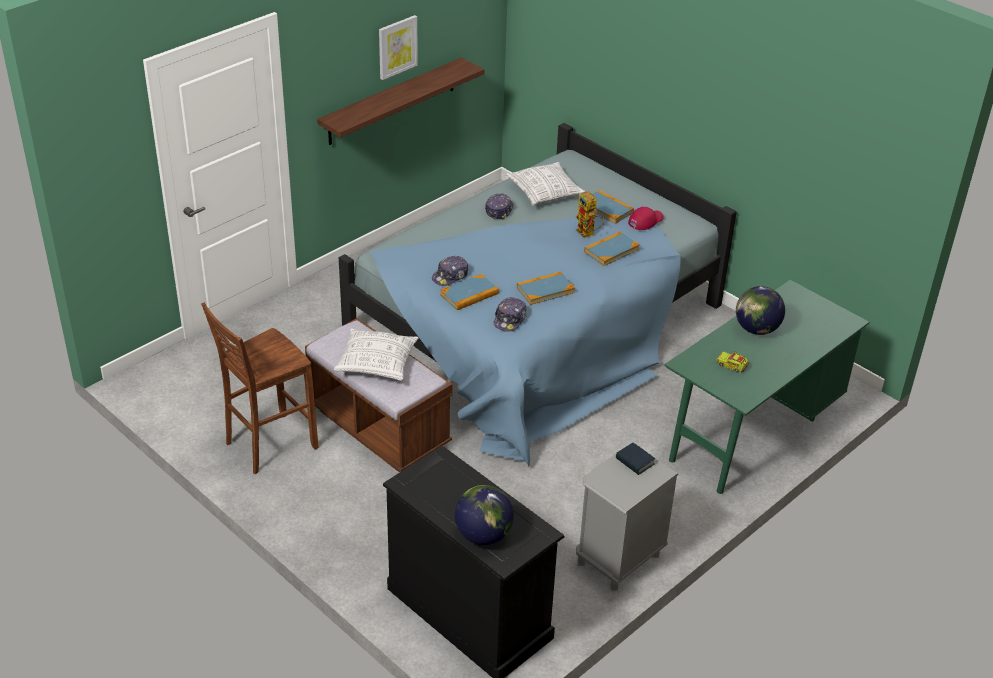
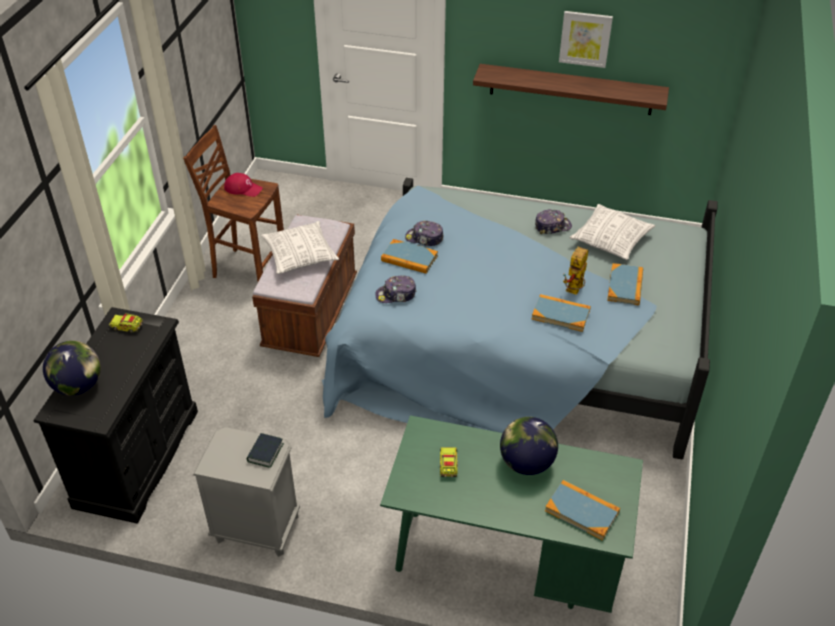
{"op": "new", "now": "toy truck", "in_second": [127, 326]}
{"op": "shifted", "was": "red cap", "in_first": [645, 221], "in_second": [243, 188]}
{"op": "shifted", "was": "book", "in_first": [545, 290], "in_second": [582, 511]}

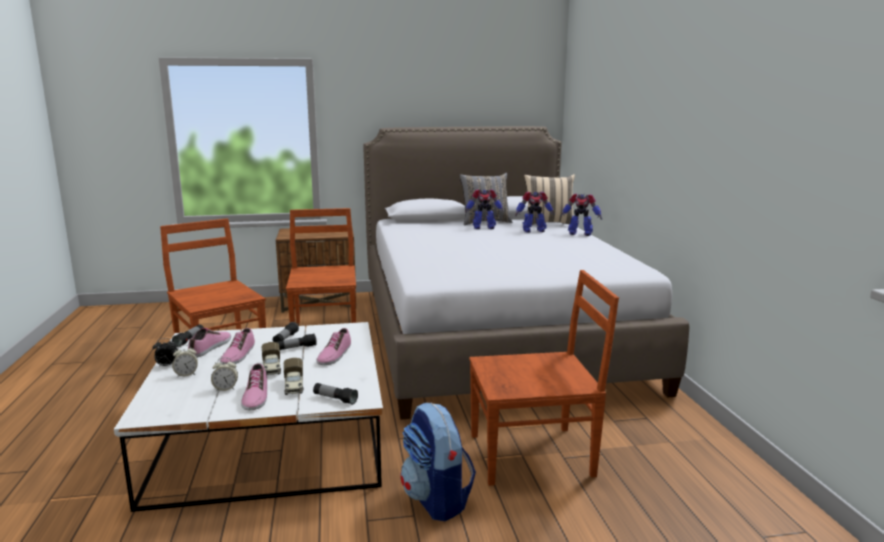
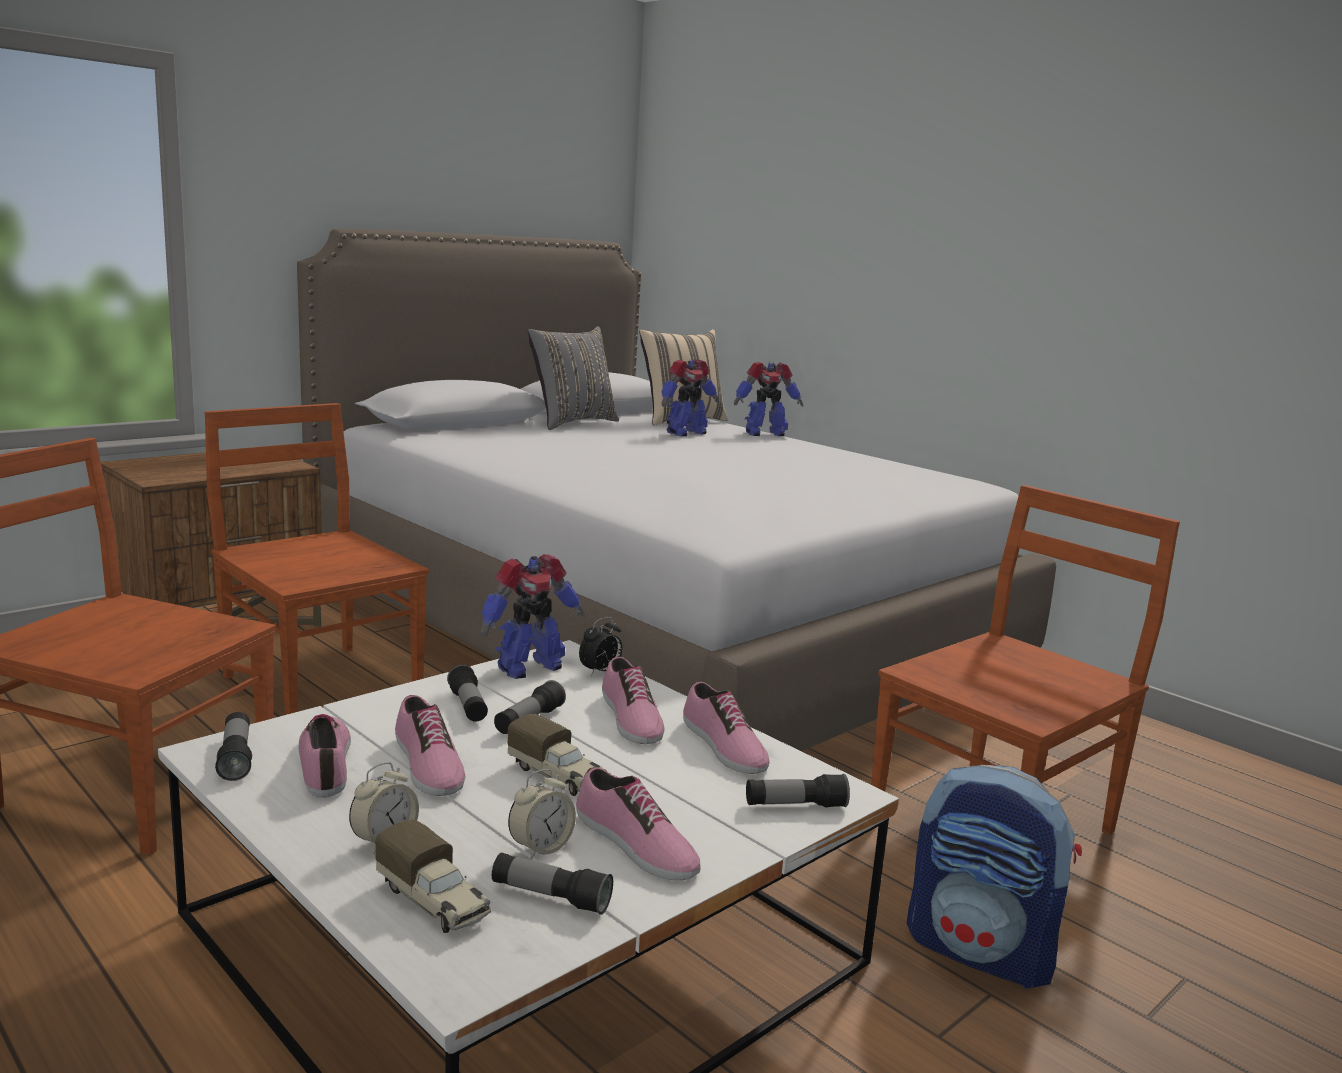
{"op": "shifted", "was": "toy truck", "in_first": [294, 386], "in_second": [434, 902]}
{"op": "shifted", "was": "toy robot", "in_first": [483, 227], "in_second": [528, 667]}
{"op": "new", "now": "flashlight", "in_second": [550, 897]}
{"op": "shifted", "was": "alarm clock", "in_first": [167, 366], "in_second": [600, 672]}
{"op": "new", "now": "shoe", "in_second": [723, 746]}

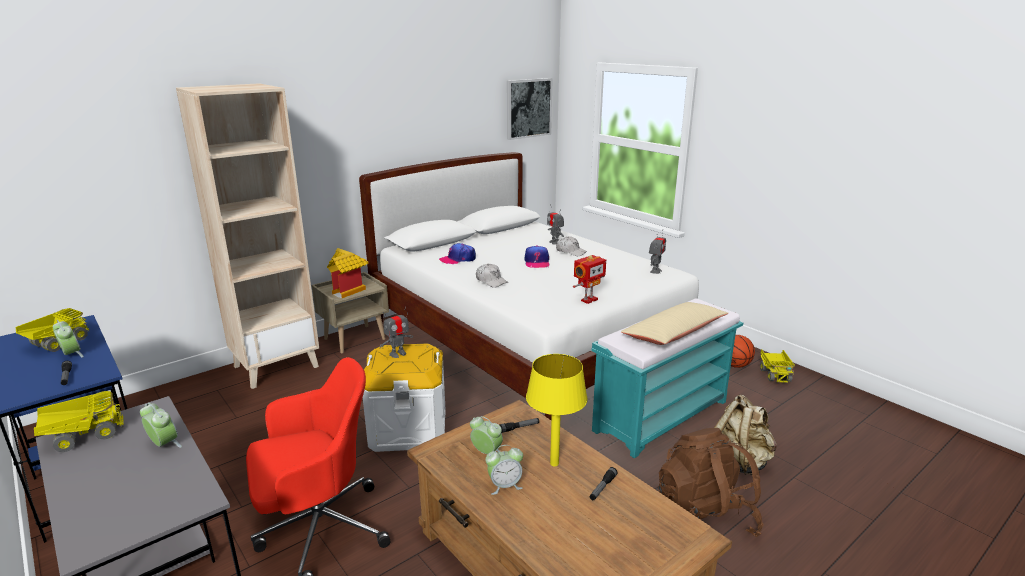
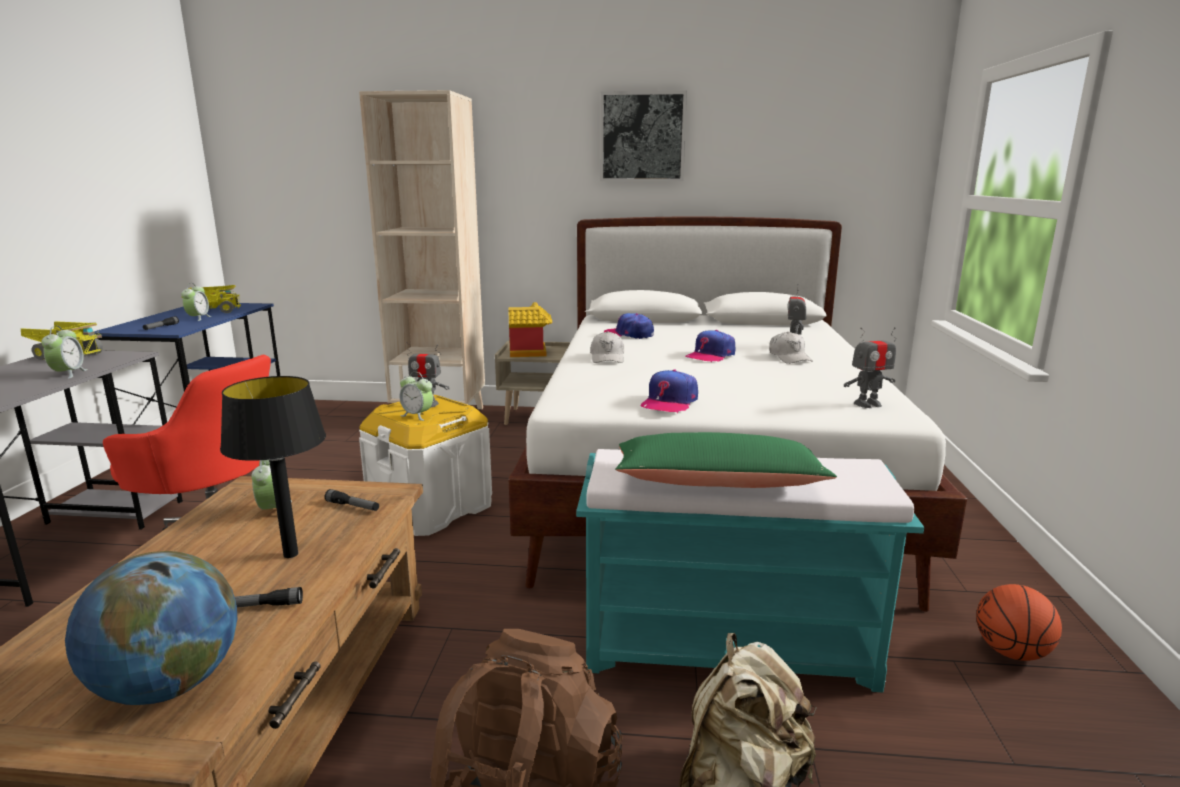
{"op": "new", "now": "globe", "in_second": [169, 685]}
{"op": "repainted", "was": "yellow table lamp", "now": "black table lamp", "in_first": [554, 463], "in_second": [290, 554]}
{"op": "shifted", "was": "alarm clock", "in_first": [504, 485], "in_second": [417, 415]}
{"op": "shifted", "was": "picture", "in_first": [528, 108], "in_second": [642, 137]}
{"op": "repainted", "was": "beige pillow", "now": "green pillow", "in_first": [674, 333], "in_second": [717, 482]}
{"op": "swapped", "was": "toy robot", "now": "cap", "in_first": [588, 300], "in_second": [669, 402]}
{"op": "gone", "was": "toy truck", "in_first": [775, 374]}

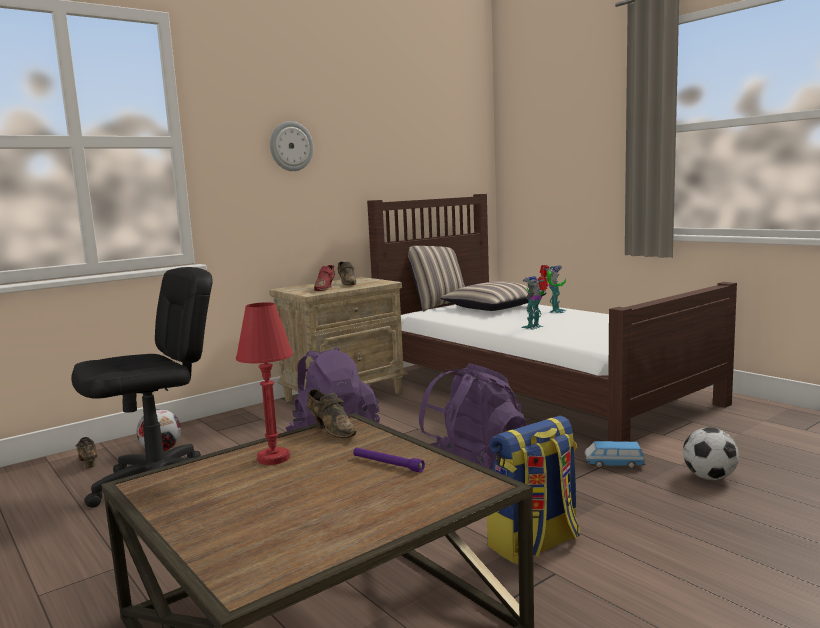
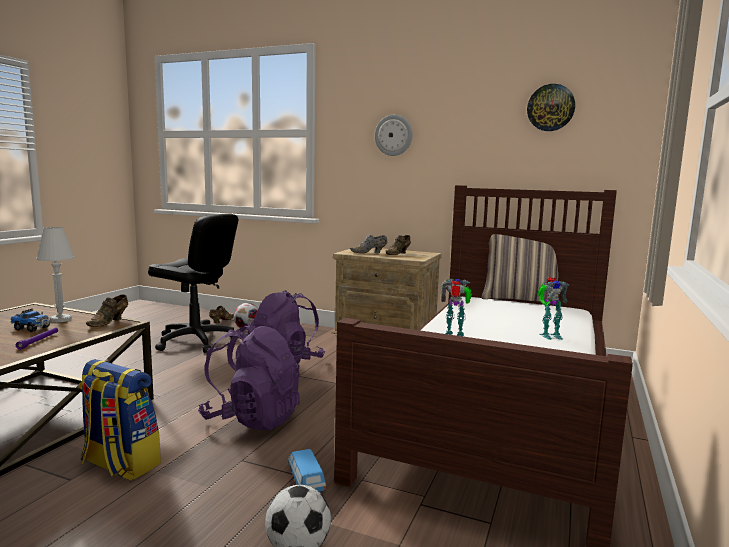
{"op": "new", "now": "toy truck", "in_second": [31, 328]}
{"op": "repainted", "was": "red table lamp", "now": "white table lamp", "in_first": [273, 458], "in_second": [60, 320]}
{"op": "repainted", "was": "red shoe", "now": "grey shoe", "in_first": [325, 288], "in_second": [370, 253]}
{"op": "new", "now": "wall clock", "in_second": [550, 107]}
{"op": "gone", "was": "pillow", "in_first": [493, 307]}

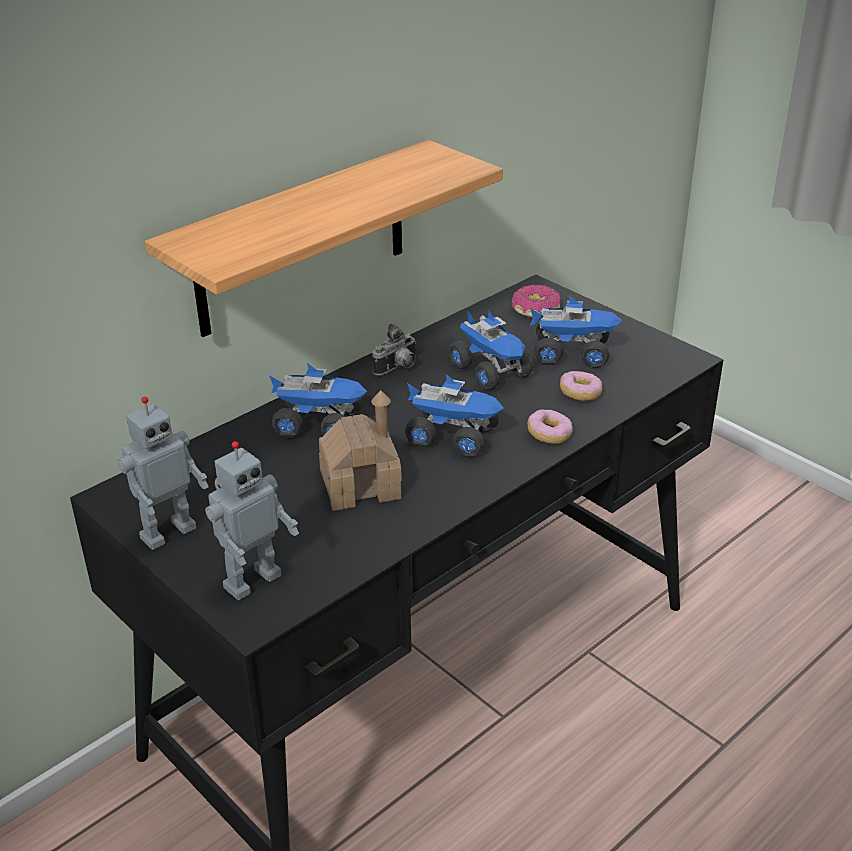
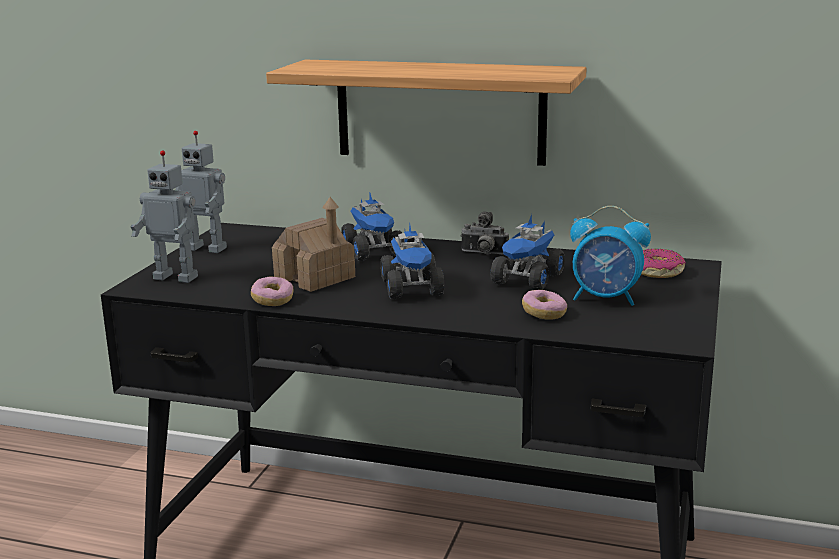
{"op": "shifted", "was": "donut", "in_first": [549, 435], "in_second": [272, 300]}
{"op": "swapped", "was": "toy truck", "now": "alarm clock", "in_first": [572, 354], "in_second": [606, 299]}

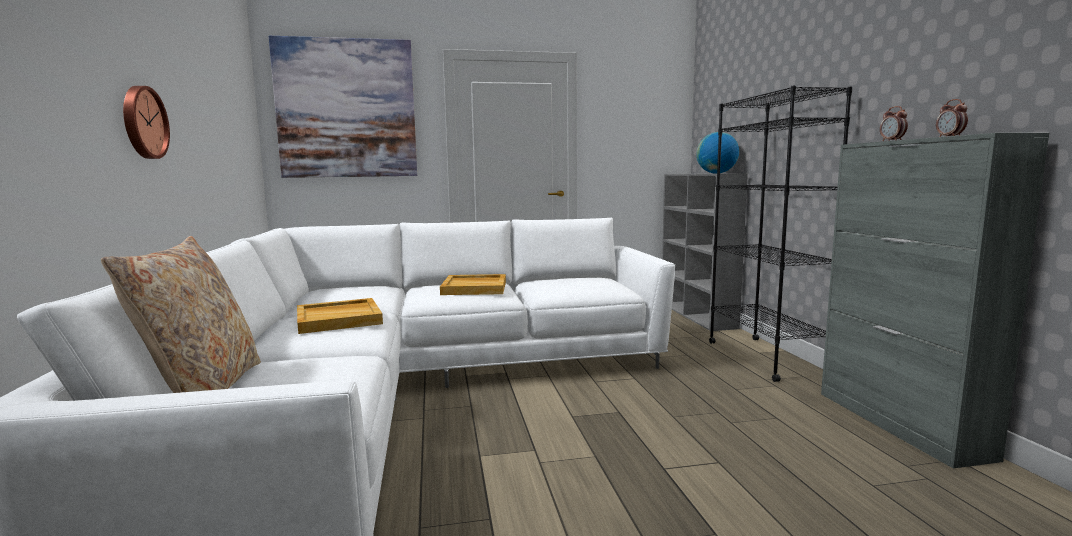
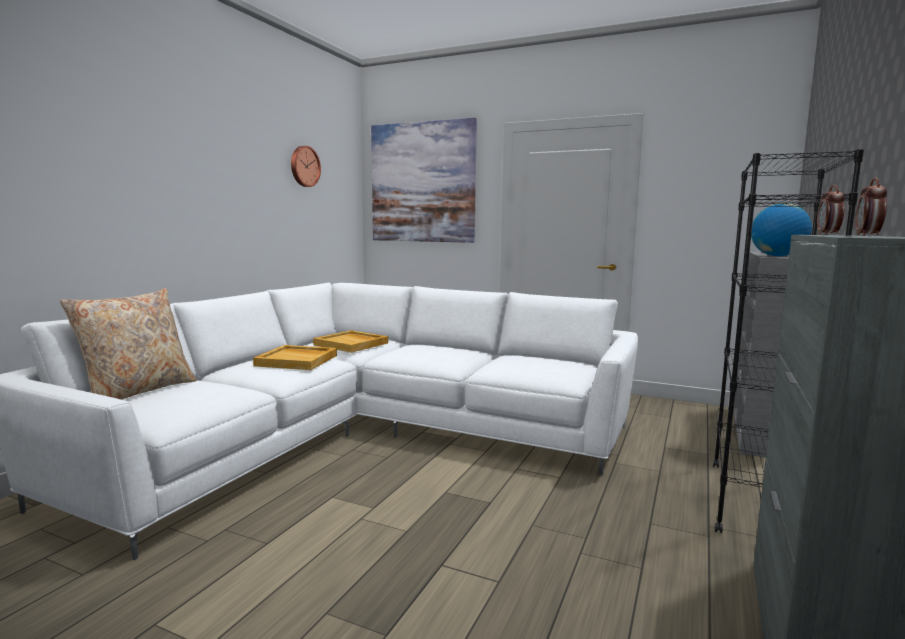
{"op": "shifted", "was": "wall clock", "in_first": [143, 122], "in_second": [304, 166]}
{"op": "shifted", "was": "beige tray", "in_first": [475, 288], "in_second": [352, 344]}

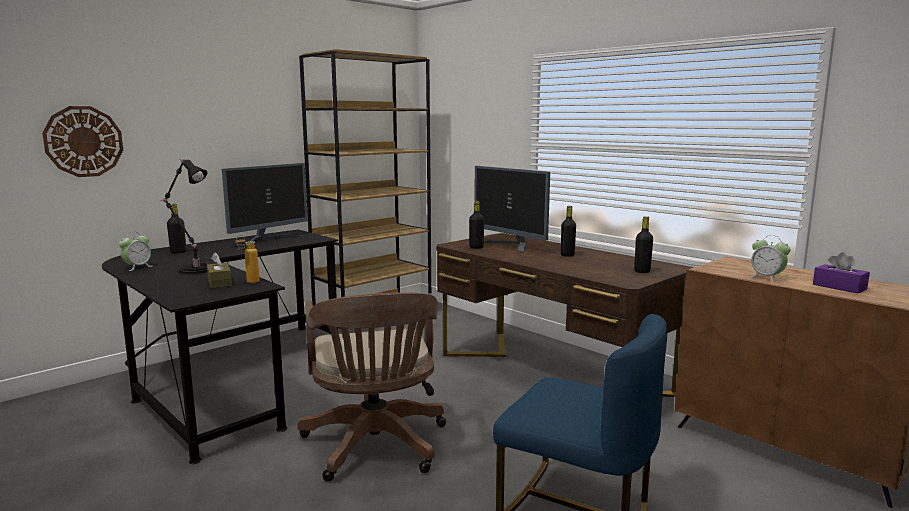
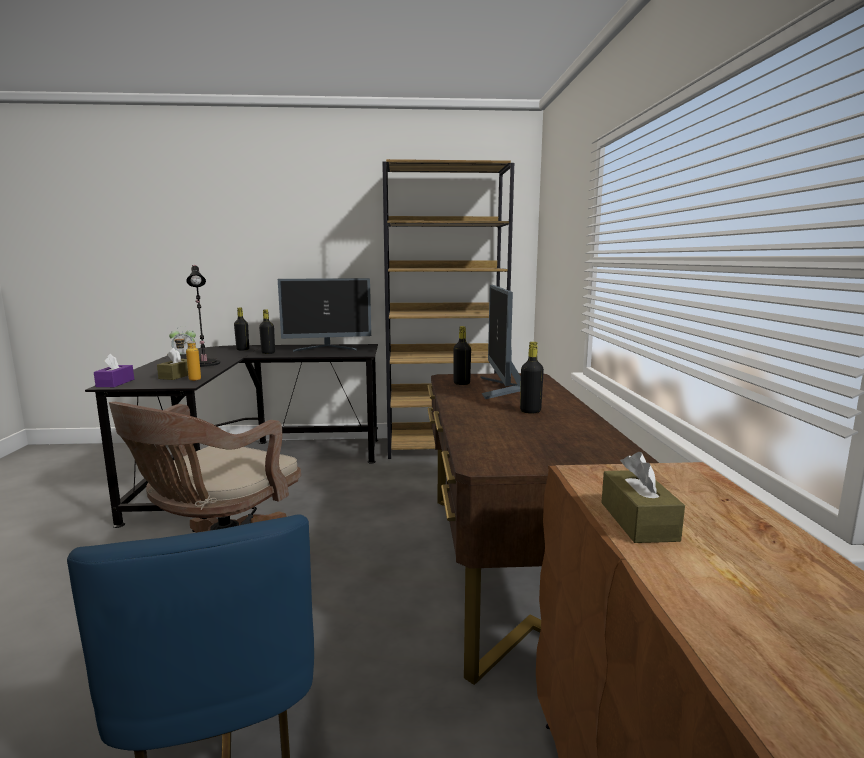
{"op": "shifted", "was": "purple tissue box", "in_first": [839, 287], "in_second": [115, 383]}
{"op": "shifted", "was": "black bottle", "in_first": [642, 271], "in_second": [268, 353]}
{"op": "swapped", "was": "alarm clock", "now": "brown tissue box", "in_first": [767, 278], "in_second": [638, 521]}
{"op": "gone", "was": "wall clock", "in_first": [84, 141]}

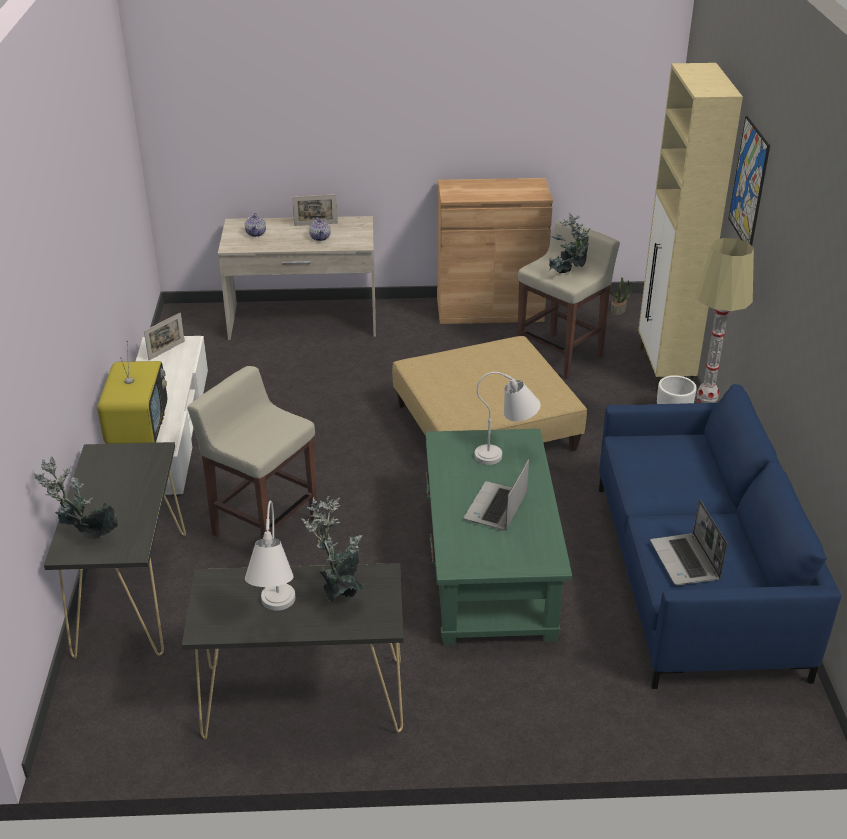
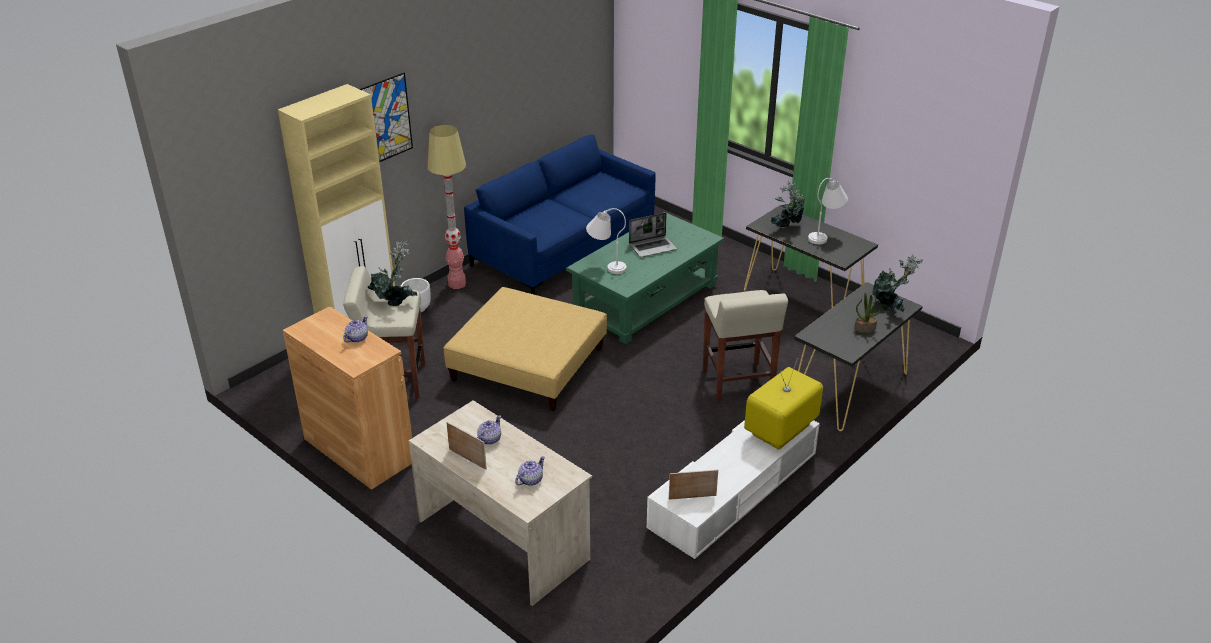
{"op": "new", "now": "teapot", "in_second": [357, 338]}
{"op": "shifted", "was": "potted plant", "in_first": [618, 311], "in_second": [865, 328]}
{"op": "gone", "was": "laptop", "in_first": [686, 561]}

